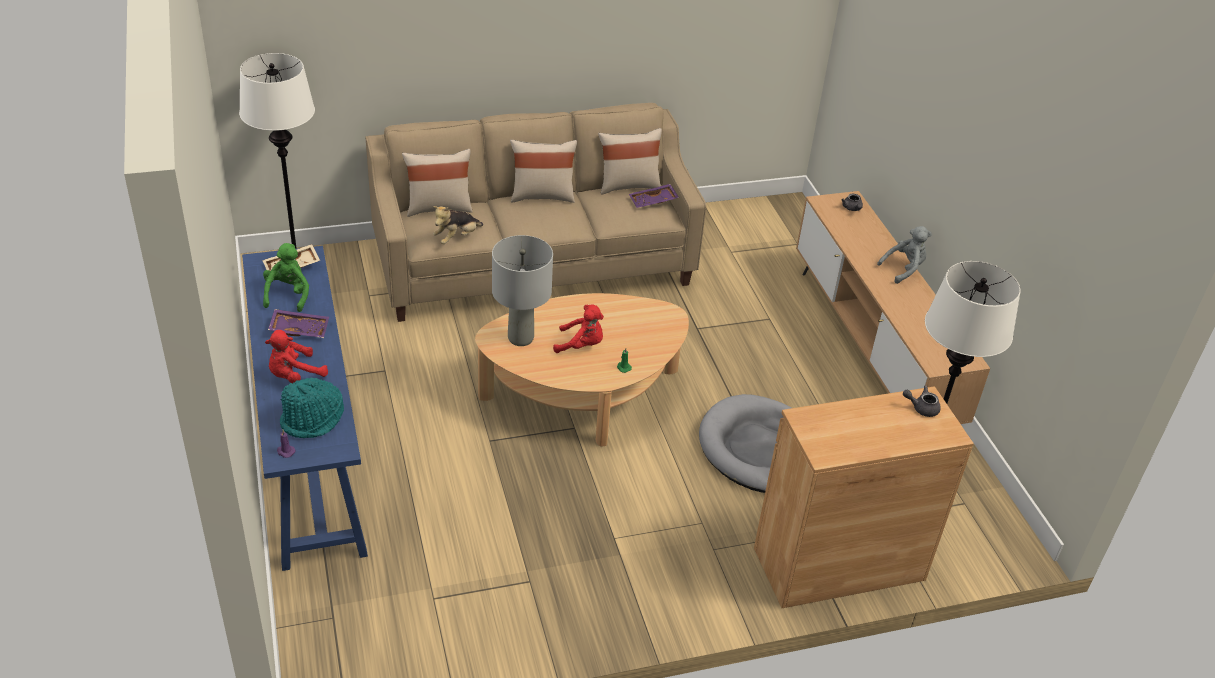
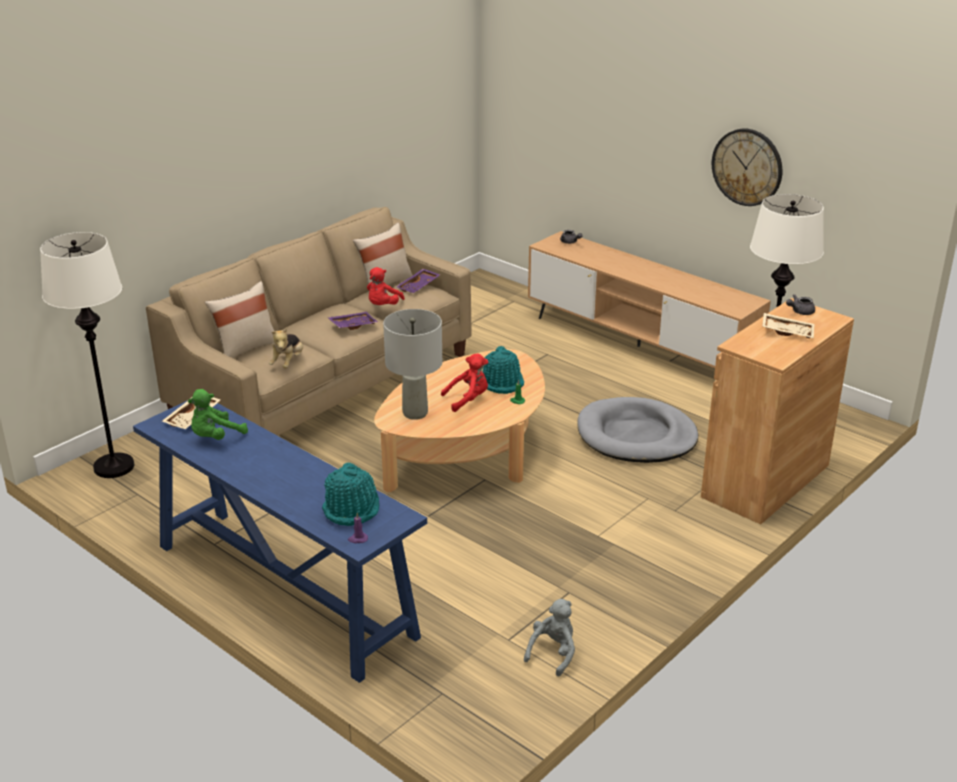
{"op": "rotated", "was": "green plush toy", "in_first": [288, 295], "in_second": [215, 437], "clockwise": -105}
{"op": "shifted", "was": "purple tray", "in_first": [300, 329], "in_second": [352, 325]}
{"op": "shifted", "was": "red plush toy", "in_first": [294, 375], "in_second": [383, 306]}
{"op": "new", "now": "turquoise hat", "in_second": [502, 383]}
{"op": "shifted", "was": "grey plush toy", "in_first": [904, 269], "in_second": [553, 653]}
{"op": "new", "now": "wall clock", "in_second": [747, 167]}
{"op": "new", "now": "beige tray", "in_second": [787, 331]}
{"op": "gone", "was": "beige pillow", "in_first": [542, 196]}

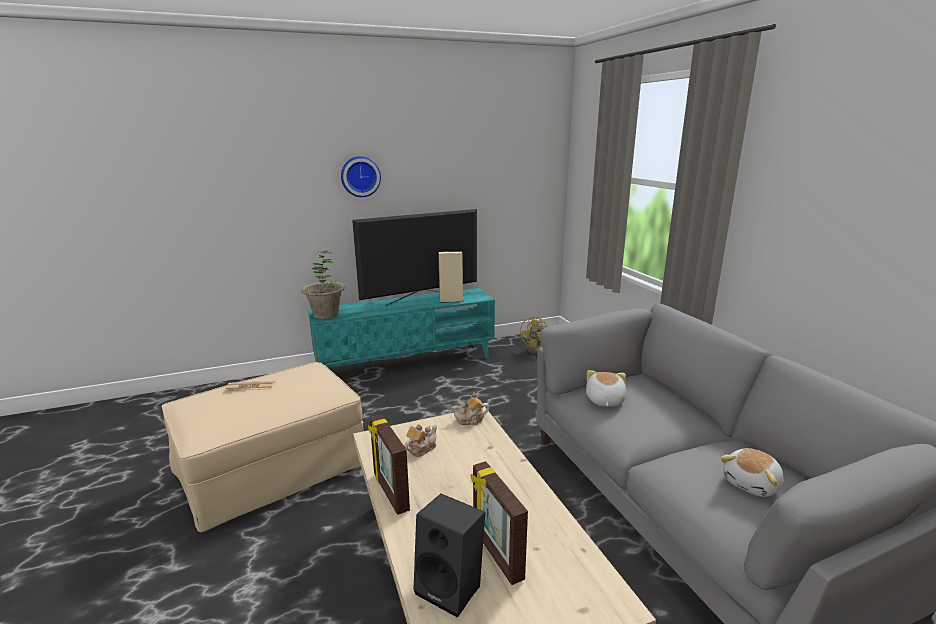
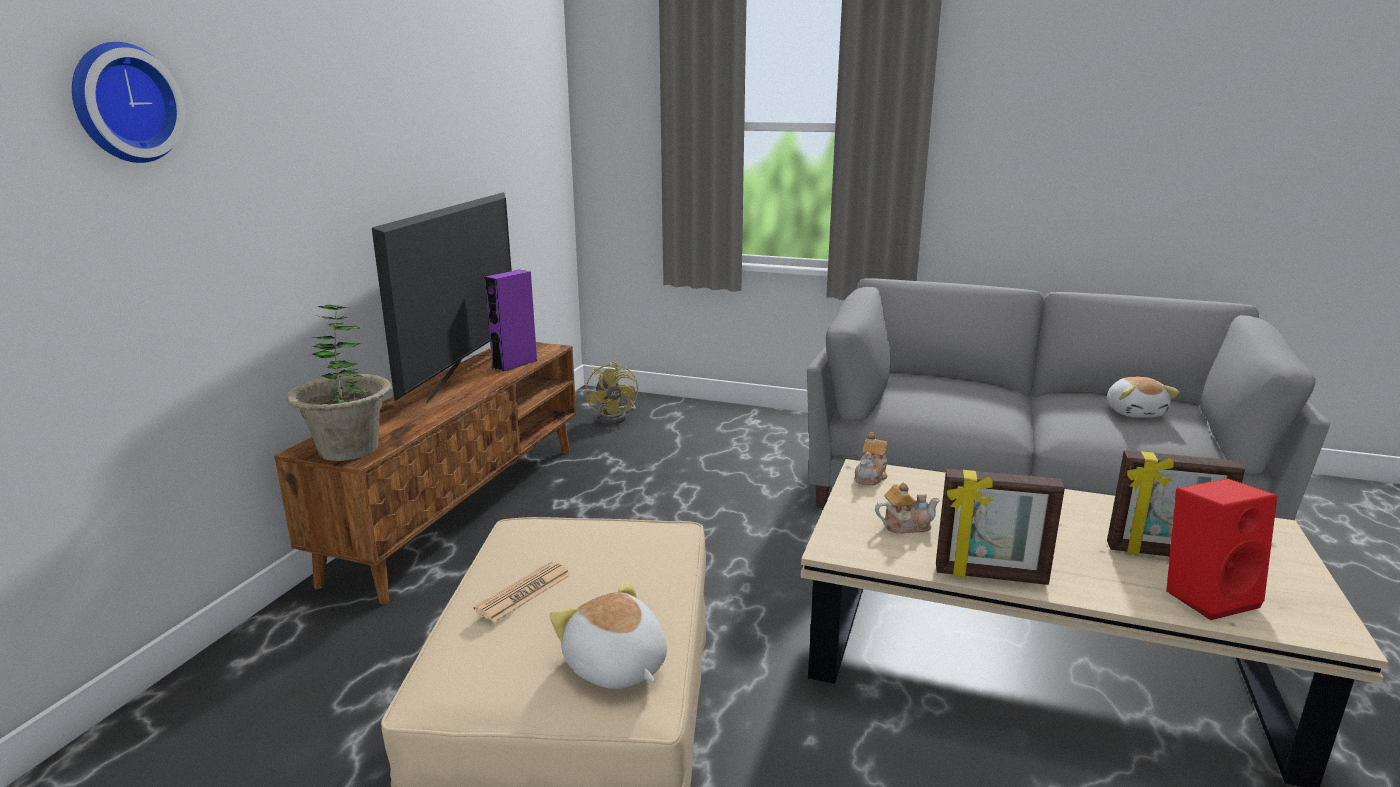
{"op": "shifted", "was": "wall clock", "in_first": [360, 176], "in_second": [123, 103]}
{"op": "repainted", "was": "turquoise tv stand", "now": "brown tv stand", "in_first": [407, 363], "in_second": [462, 508]}
{"op": "repainted", "was": "beige speaker", "now": "purple speaker", "in_first": [451, 300], "in_second": [515, 364]}
{"op": "shifted", "was": "plush toy", "in_first": [604, 400], "in_second": [615, 667]}
{"op": "rotated", "was": "teapot", "in_first": [421, 449], "in_second": [905, 526], "clockwise": 90}
{"op": "repainted", "was": "black speaker", "now": "red speaker", "in_first": [452, 587], "in_second": [1207, 595]}

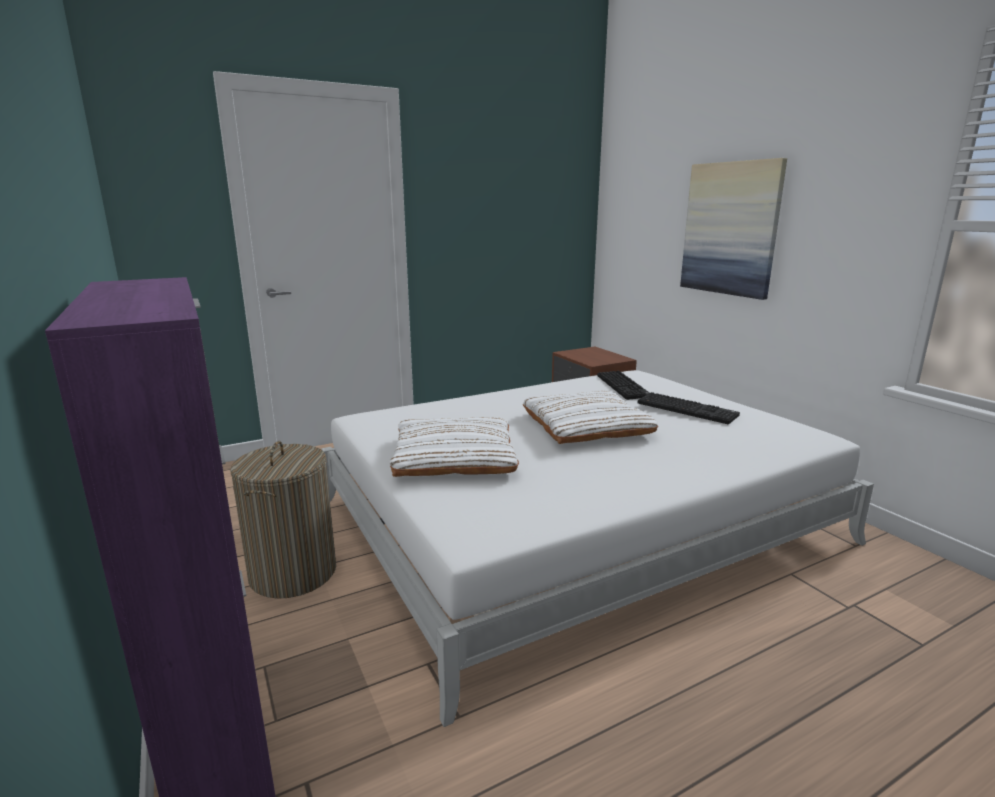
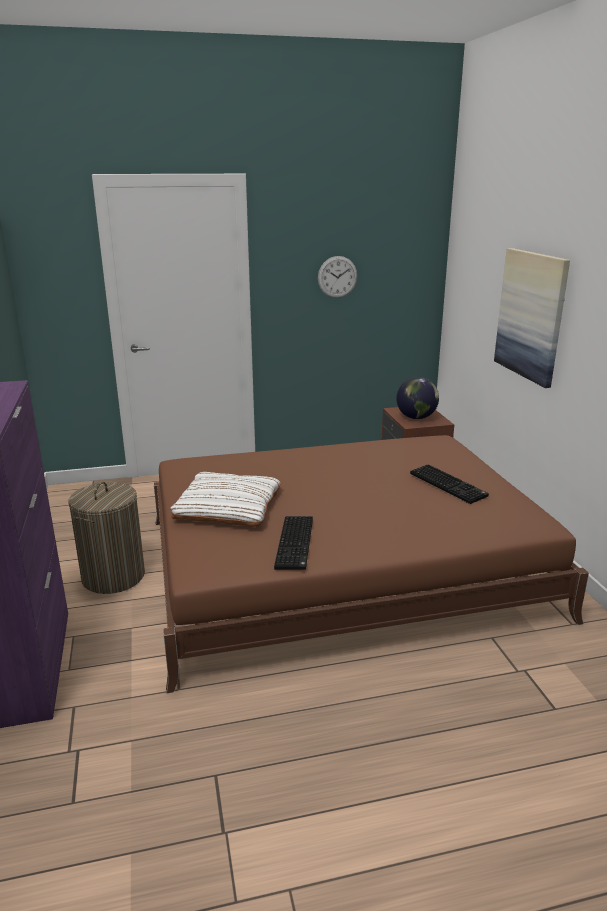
{"op": "repainted", "was": "white bed", "now": "brown bed", "in_first": [575, 521], "in_second": [341, 567]}
{"op": "shifted", "was": "keyboard", "in_first": [624, 386], "in_second": [296, 544]}
{"op": "new", "now": "wall clock", "in_second": [337, 277]}
{"op": "new", "now": "globe", "in_second": [416, 417]}
{"op": "gone", "was": "white pillow", "in_first": [586, 426]}

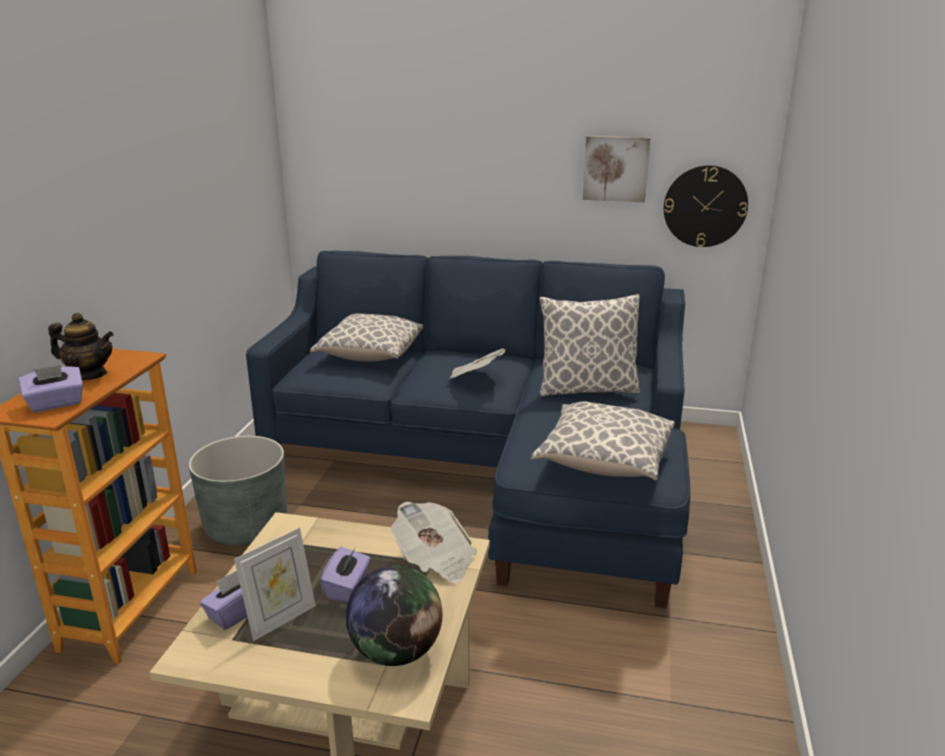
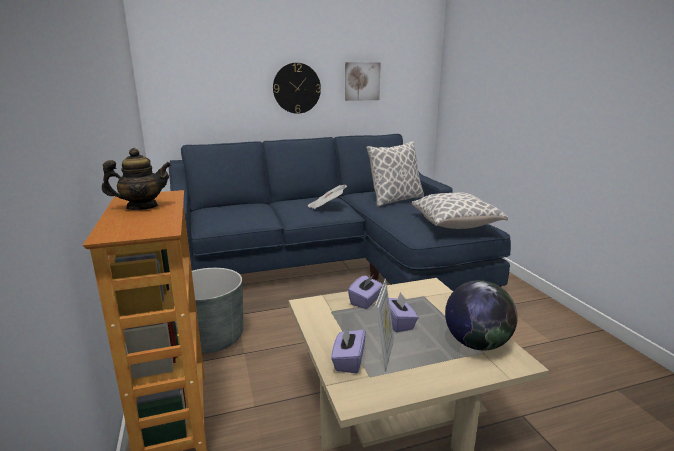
{"op": "shifted", "was": "wall clock", "in_first": [705, 206], "in_second": [296, 88]}
{"op": "shifted", "was": "purple tissue box", "in_first": [56, 404], "in_second": [365, 301]}
{"op": "gone", "was": "pillow", "in_first": [369, 355]}
{"op": "gone", "was": "newspaper", "in_first": [435, 560]}

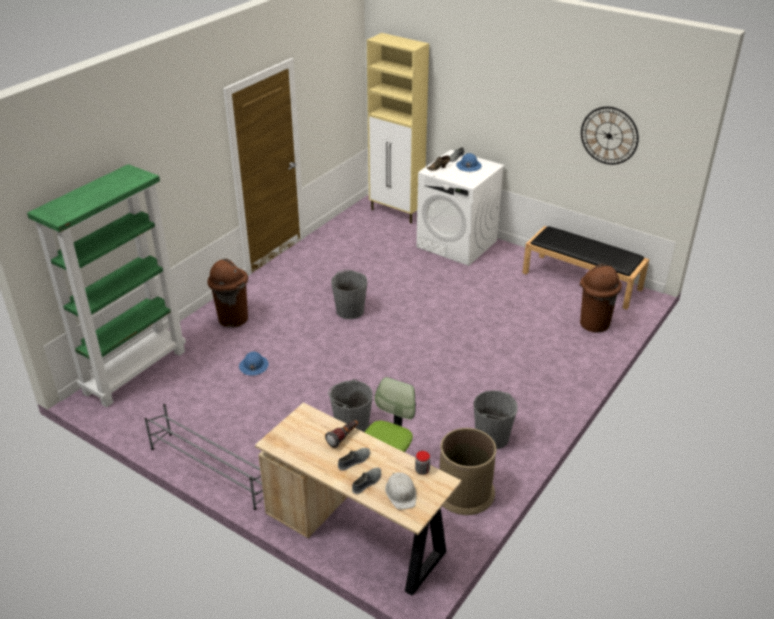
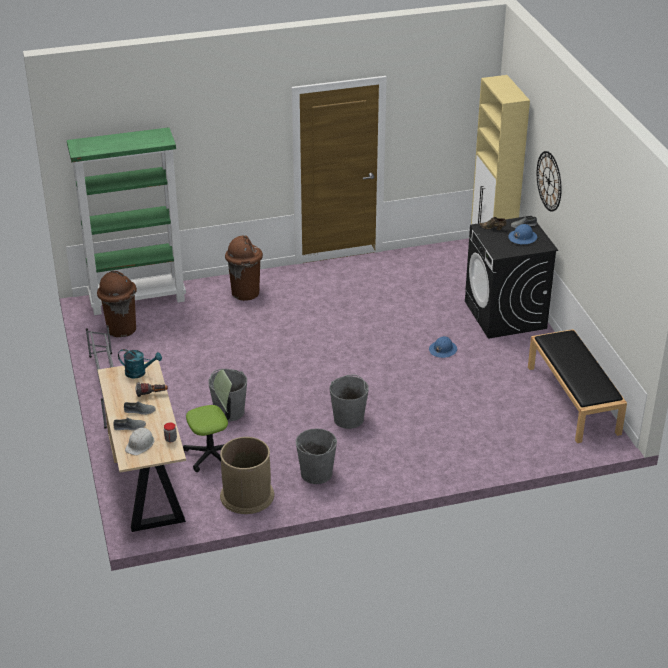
{"op": "shifted", "was": "brown trash can", "in_first": [593, 324], "in_second": [121, 329]}
{"op": "new", "now": "turquoise watering can", "in_second": [139, 372]}
{"op": "shifted", "was": "grey bucket", "in_first": [350, 310], "in_second": [349, 418]}
{"op": "shifted", "was": "blue hard hat", "in_first": [253, 366], "in_second": [442, 350]}
{"op": "repainted", "was": "white washing machine", "now": "black washing machine", "in_first": [457, 244], "in_second": [505, 315]}
{"op": "shifted", "was": "wall clock", "in_first": [609, 135], "in_second": [549, 181]}

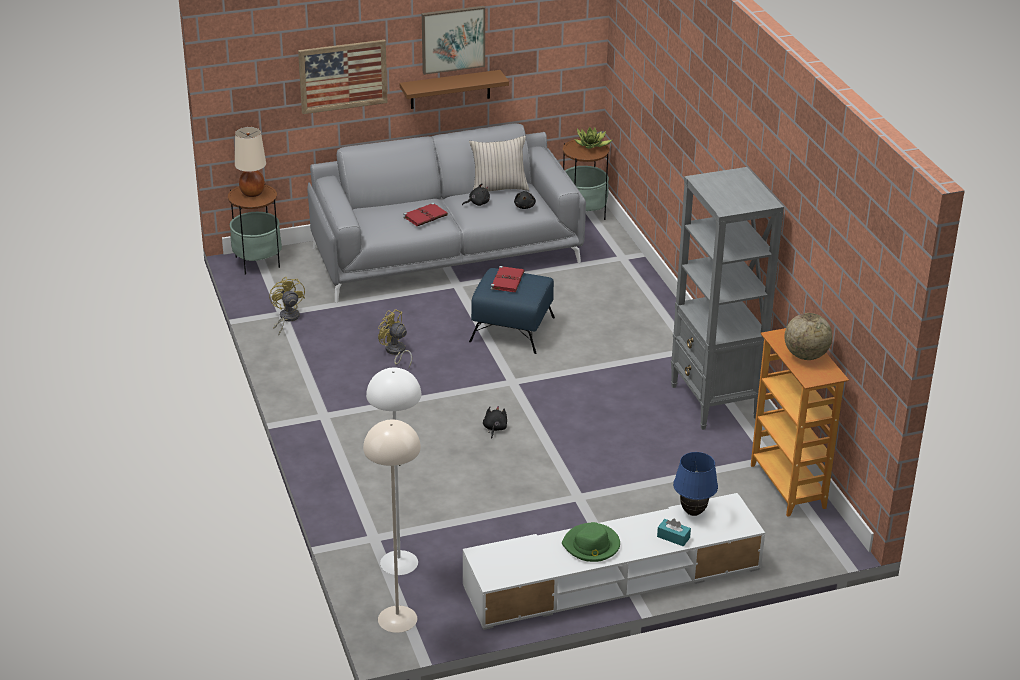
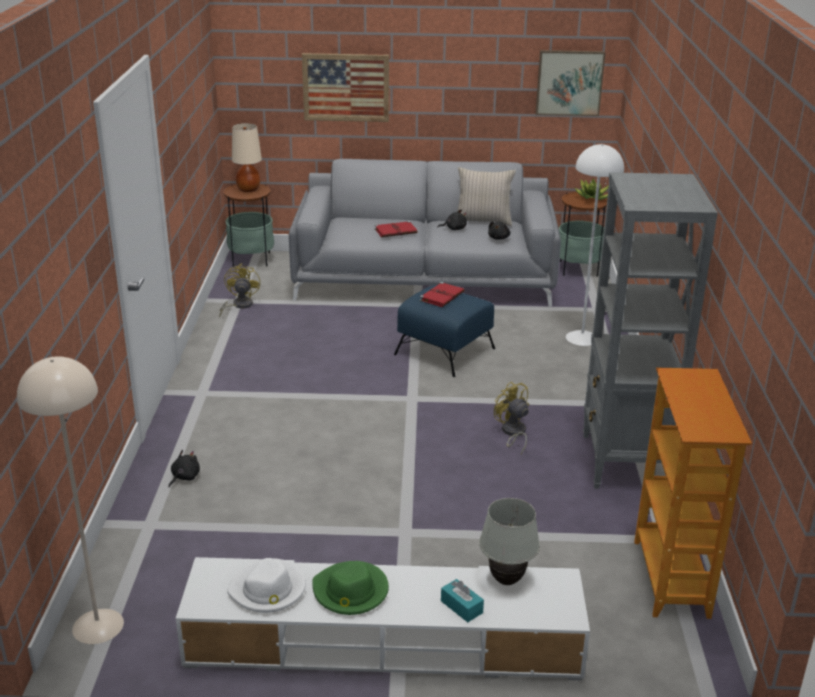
{"op": "shifted", "was": "black plush toy", "in_first": [494, 428], "in_second": [184, 477]}
{"op": "new", "now": "white hat", "in_second": [268, 590]}
{"op": "repainted", "was": "blue table lamp", "now": "white table lamp", "in_first": [693, 512], "in_second": [506, 580]}
{"op": "shifted", "was": "yellow fan", "in_first": [395, 352], "in_second": [512, 433]}
{"op": "shifted", "was": "picture", "in_first": [453, 39], "in_second": [569, 83]}
{"op": "shifted", "was": "white floor lamp", "in_first": [399, 562], "in_second": [582, 338]}
{"op": "gone", "was": "brown shelf", "in_first": [450, 89]}
{"op": "gone", "was": "globe", "in_first": [805, 356]}

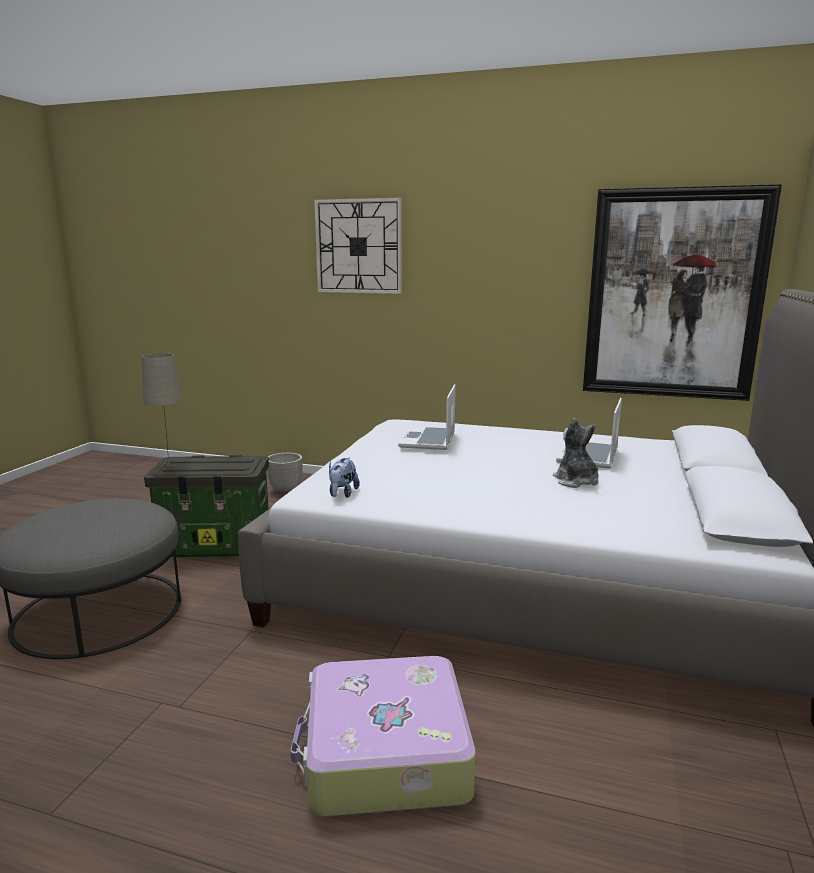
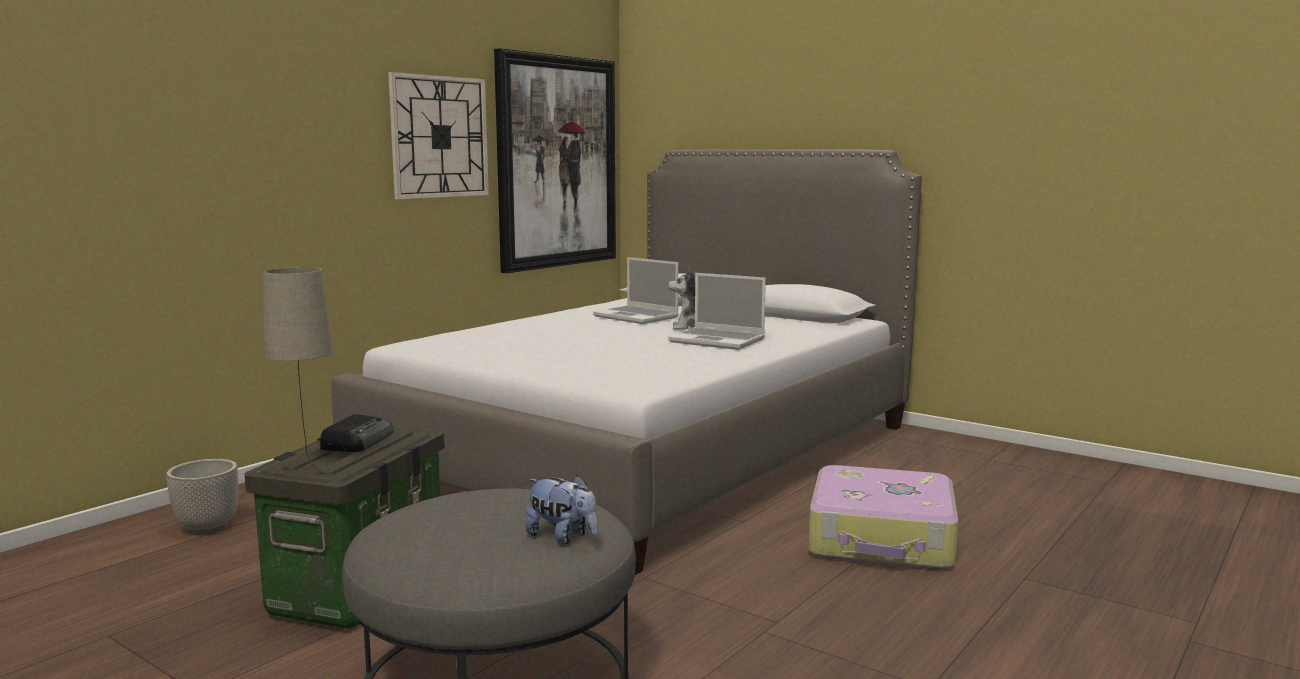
{"op": "new", "now": "radio", "in_second": [358, 441]}
{"op": "shifted", "was": "wall clock", "in_first": [358, 246], "in_second": [439, 137]}
{"op": "shifted", "was": "plush toy", "in_first": [342, 494], "in_second": [562, 537]}
{"op": "shifted", "was": "laptop", "in_first": [429, 440], "in_second": [718, 341]}

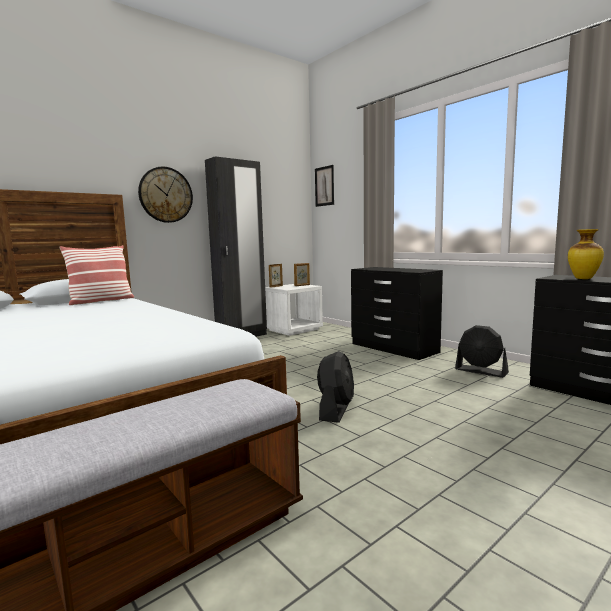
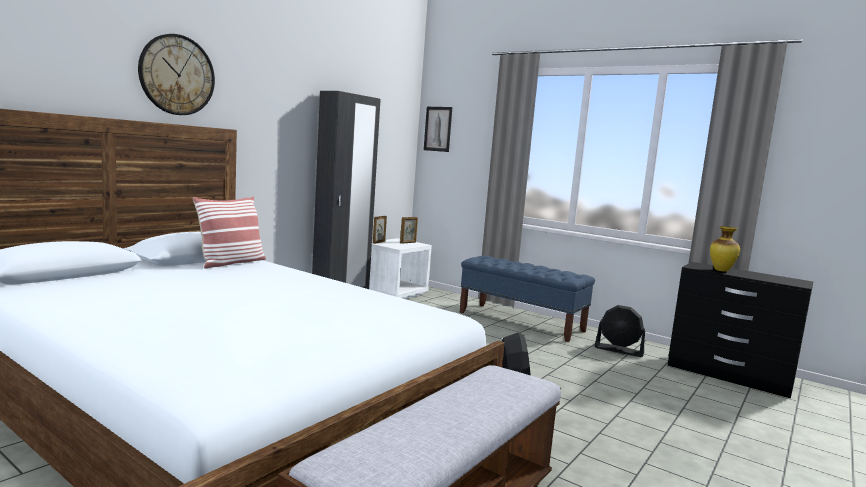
{"op": "shifted", "was": "wall clock", "in_first": [166, 195], "in_second": [177, 75]}
{"op": "swapped", "was": "black dresser", "now": "blue bench", "in_first": [393, 348], "in_second": [521, 322]}

